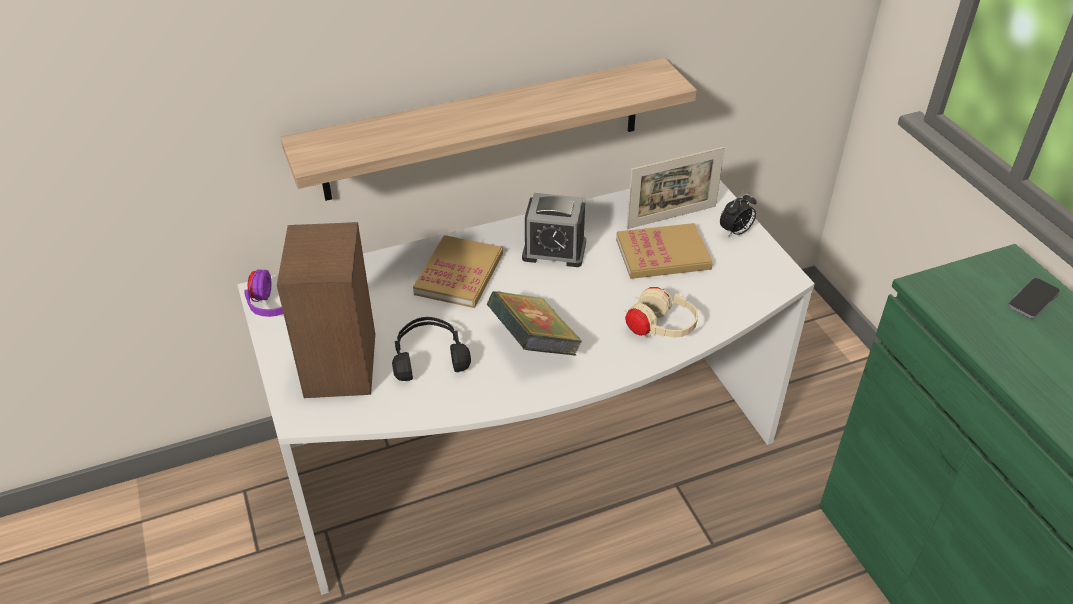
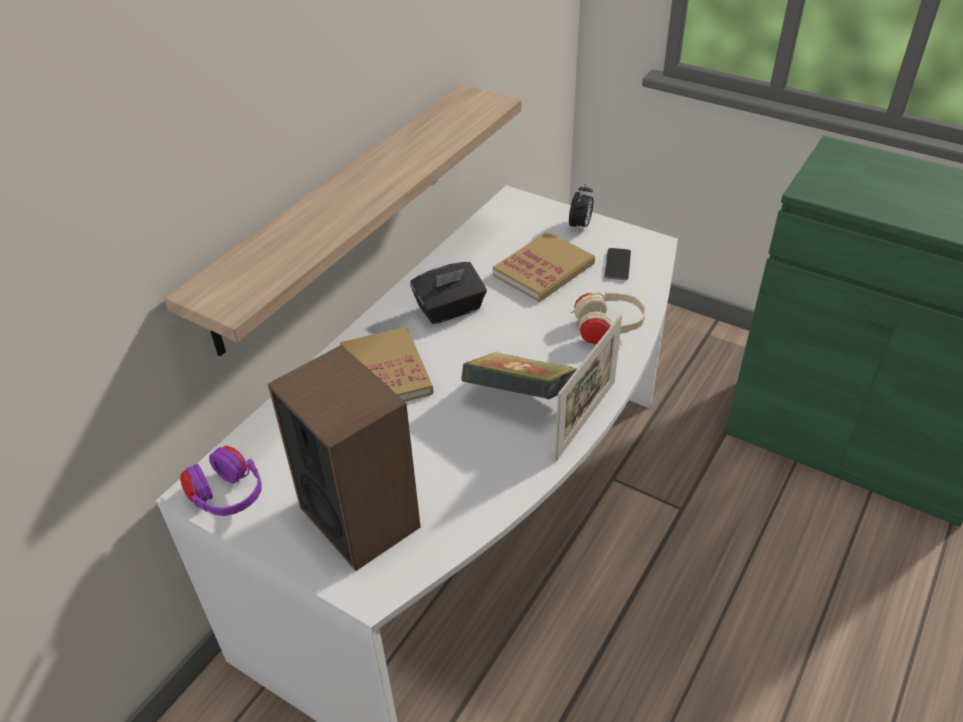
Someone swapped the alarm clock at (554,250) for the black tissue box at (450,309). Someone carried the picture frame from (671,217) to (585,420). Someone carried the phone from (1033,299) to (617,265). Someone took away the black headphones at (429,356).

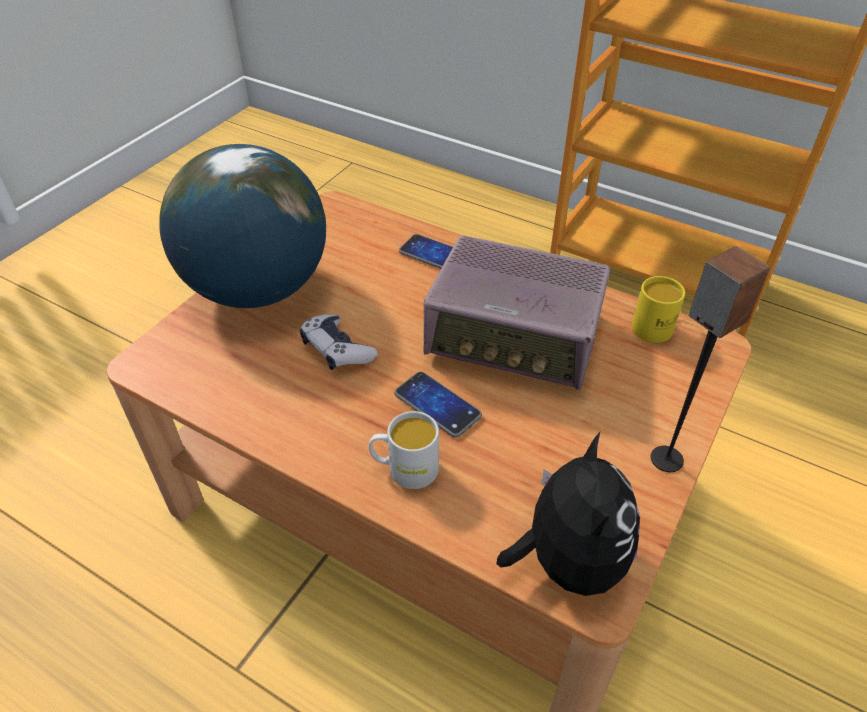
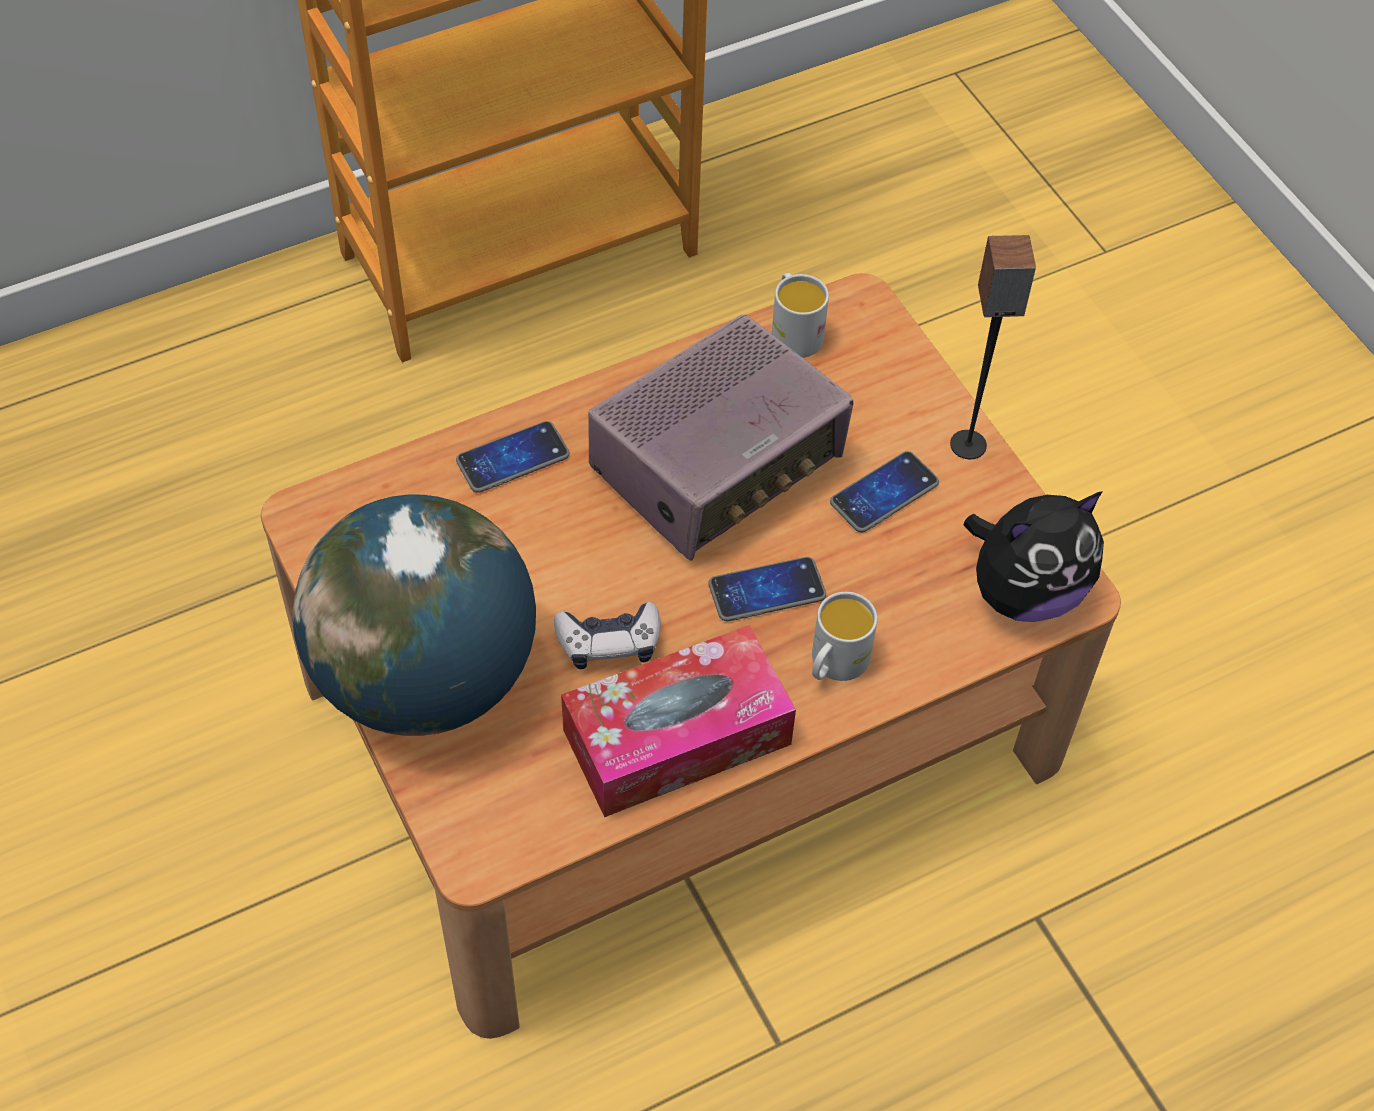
Someone put down the tissue box at (677,737). Someone repainted the yellow mug at (656,325), which became the white mug at (793,331). Someone put down the phone at (884,493). Someone rotated the plush toy at (567,560) by 120 degrees clockwise.

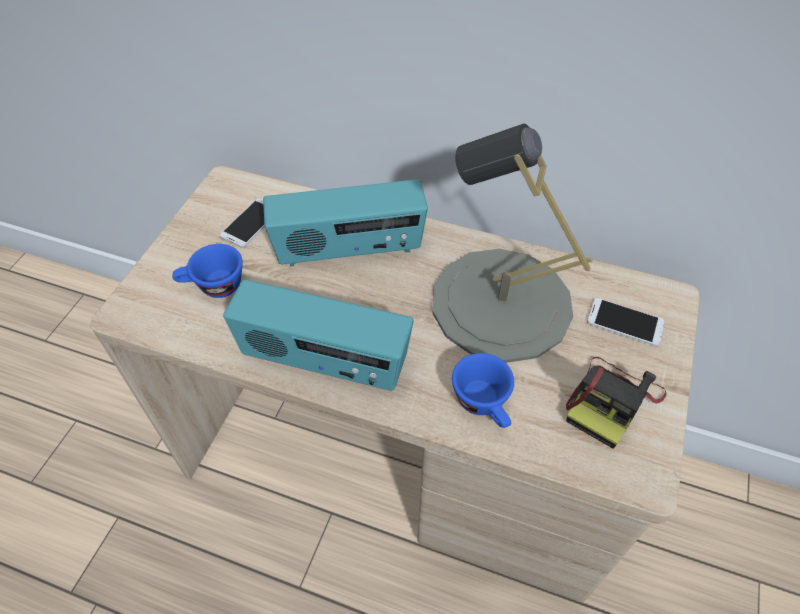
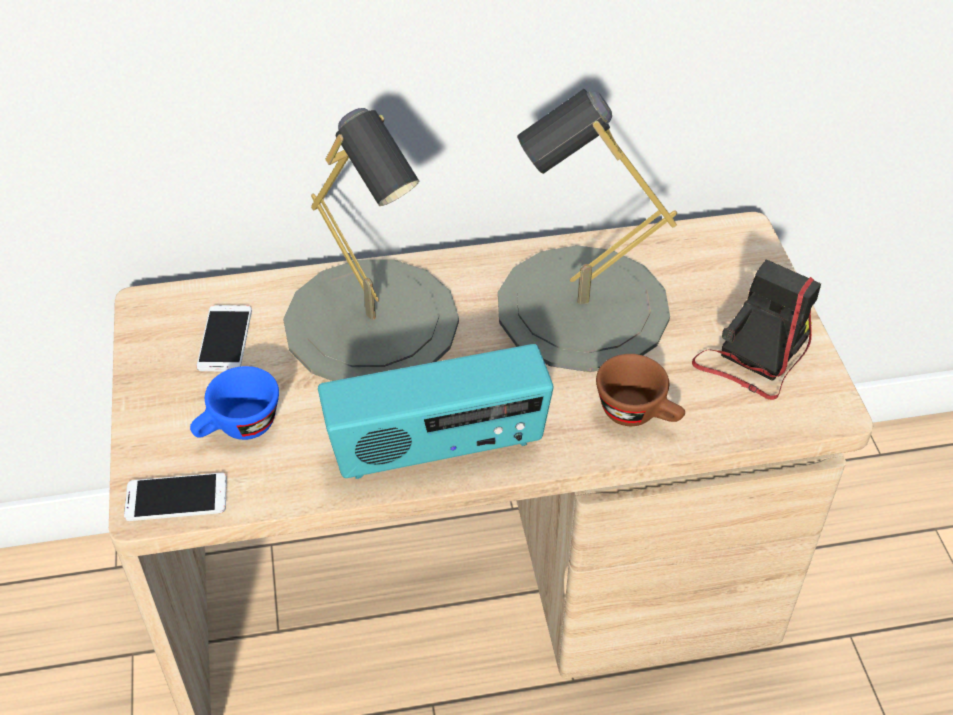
Someone carried the phone from (625,322) to (176,498). Someone swapped the radio at (349,250) for the grey table lamp at (372,321). Someone repainted the blue cup at (484,405), which became the brown cup at (638,414). Someone rotated the photo camera at (611,401) by 150 degrees counterclockwise.

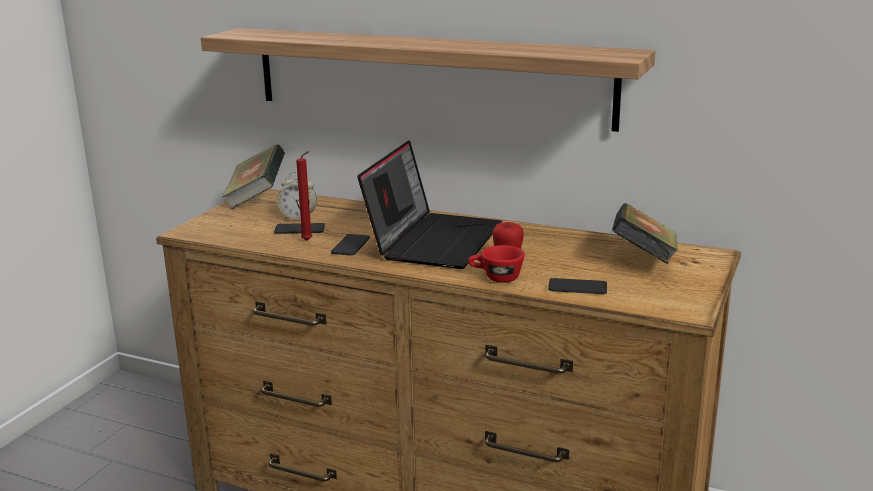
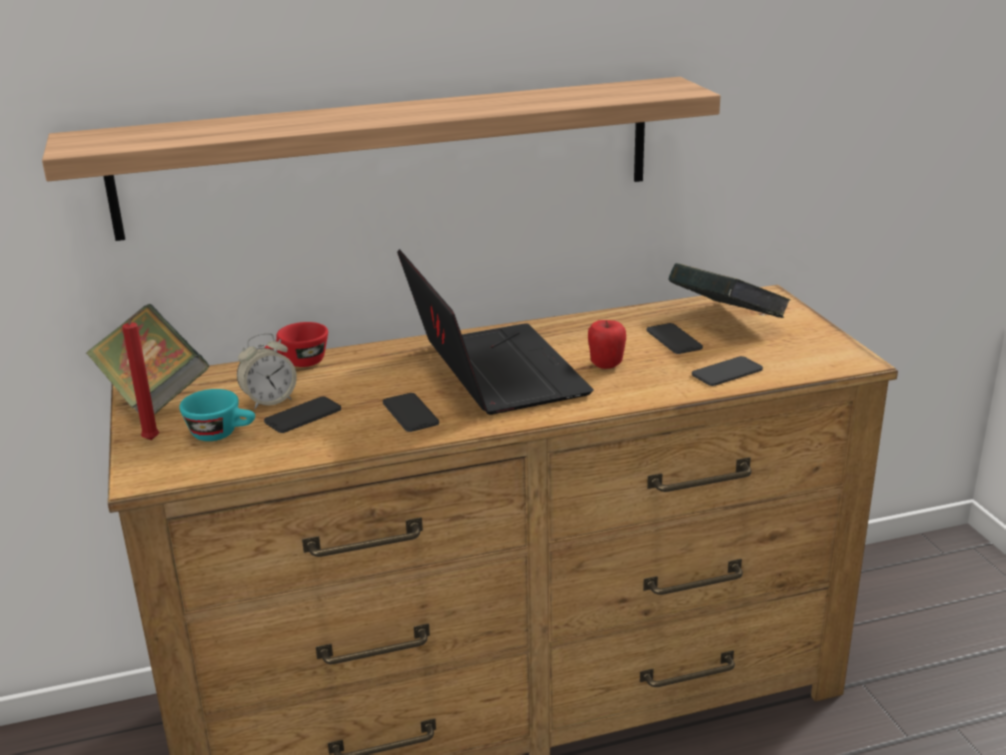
Someone carried the red candle from (308,241) to (154,440). Someone put down the turquoise cup at (222,434). Someone carried the red cup from (496,278) to (298,363). Someone put down the phone at (674,339).

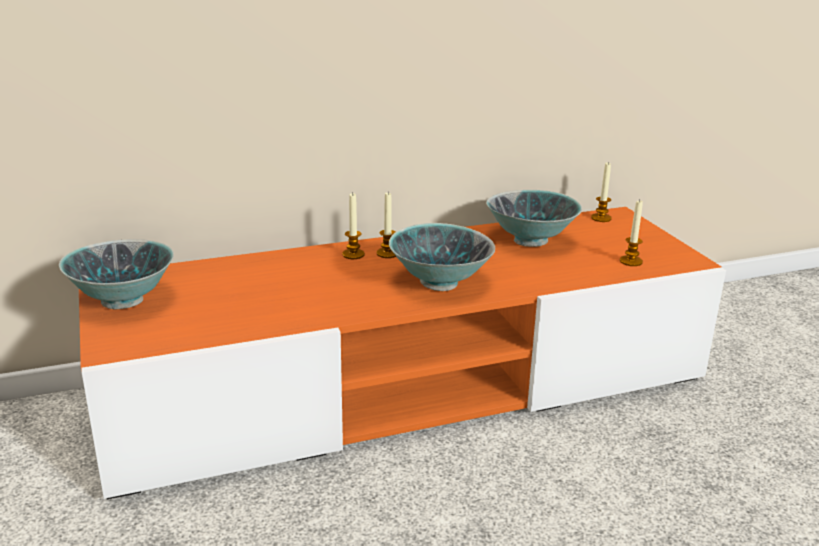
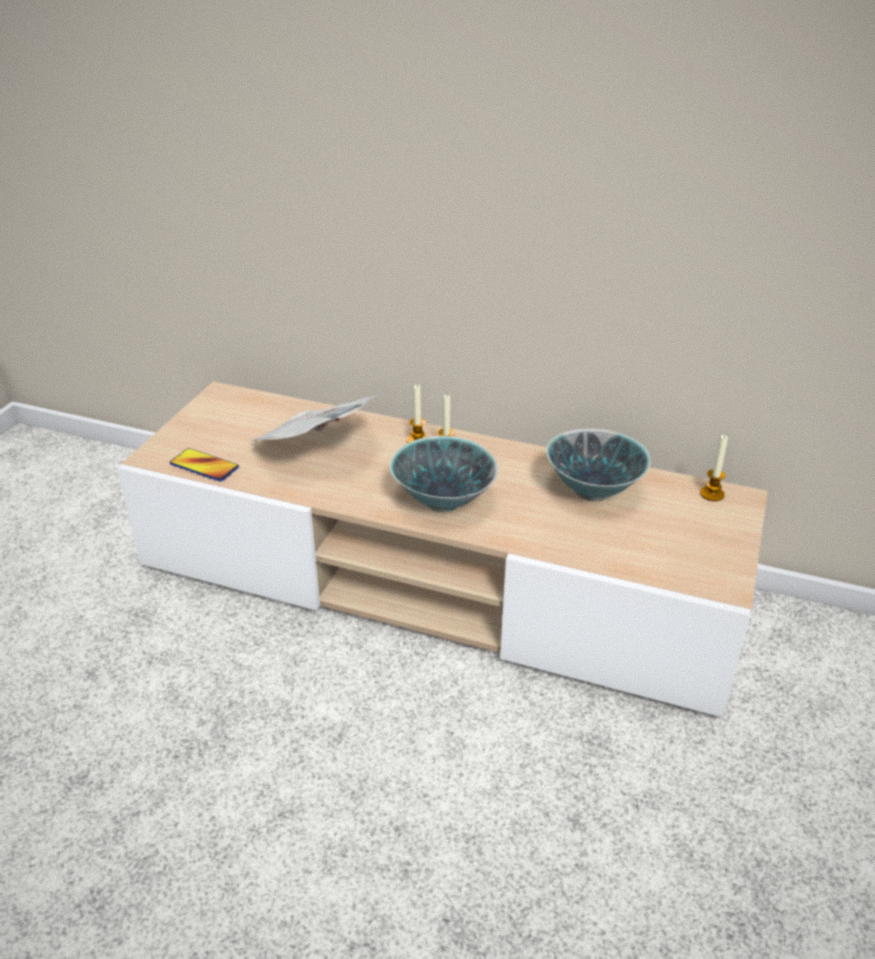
Someone repainted the orange tv stand at (407,388), which became the beige tv stand at (437,582). Someone put down the phone at (204,466). Someone put down the newspaper at (317,449). Someone took away the bowl at (123,302). Someone took away the candle at (630,261).

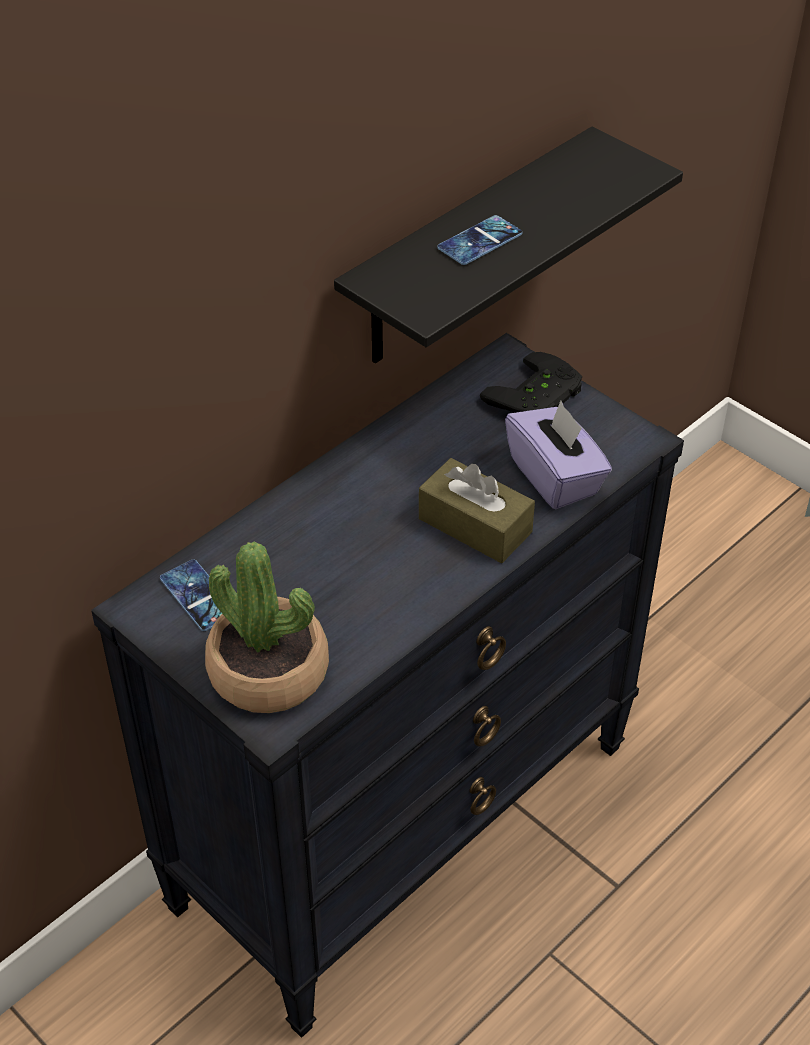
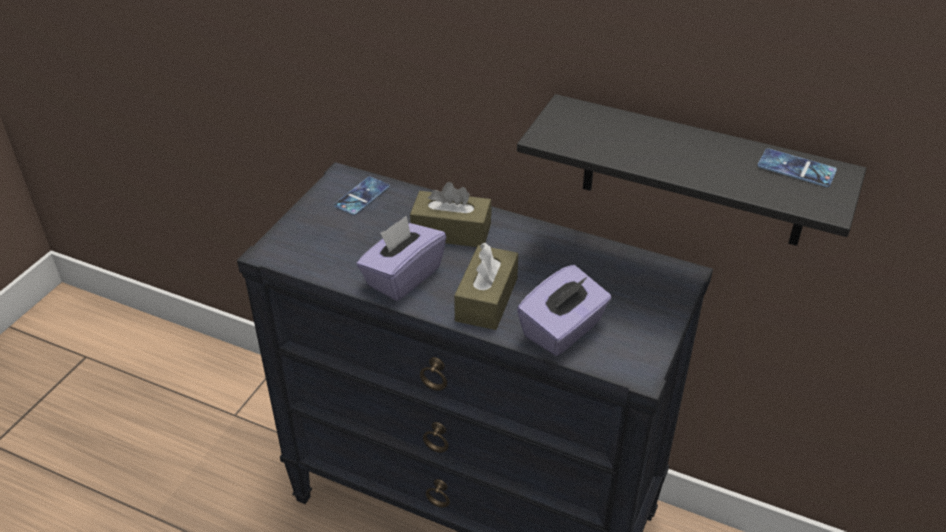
Someone put down the purple tissue box at (402,277). Someone put down the brown tissue box at (451,231). Someone carried the phone from (480,241) to (796,168). Someone took away the potted plant at (269,671). Someone took away the black game controller at (538,398).

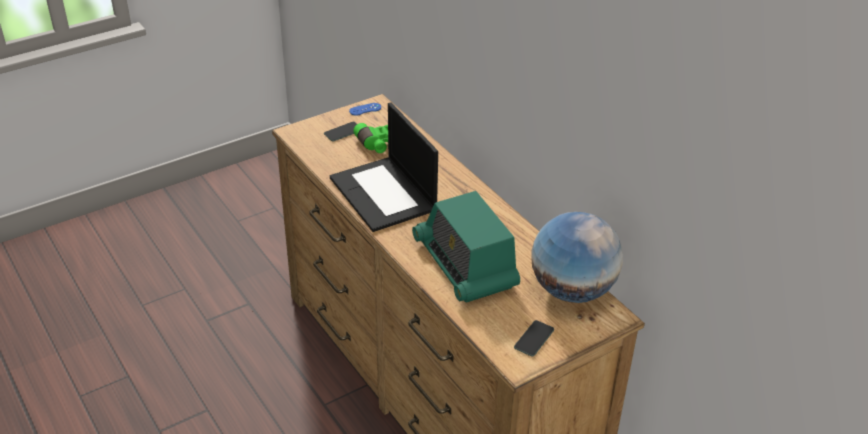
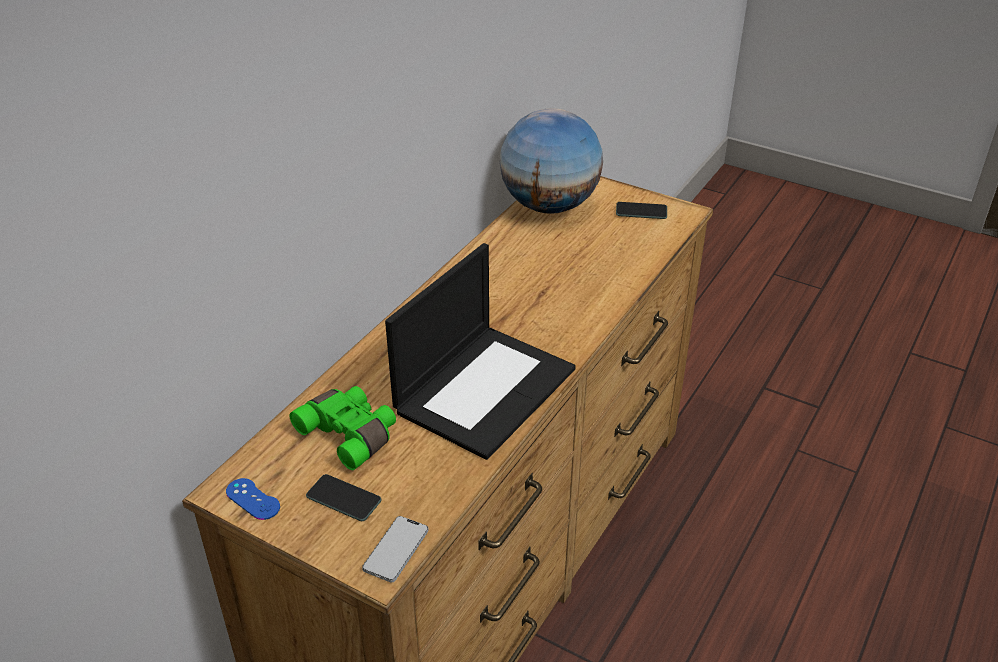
Someone put down the phone at (396,550). Someone took away the radio at (465,264).

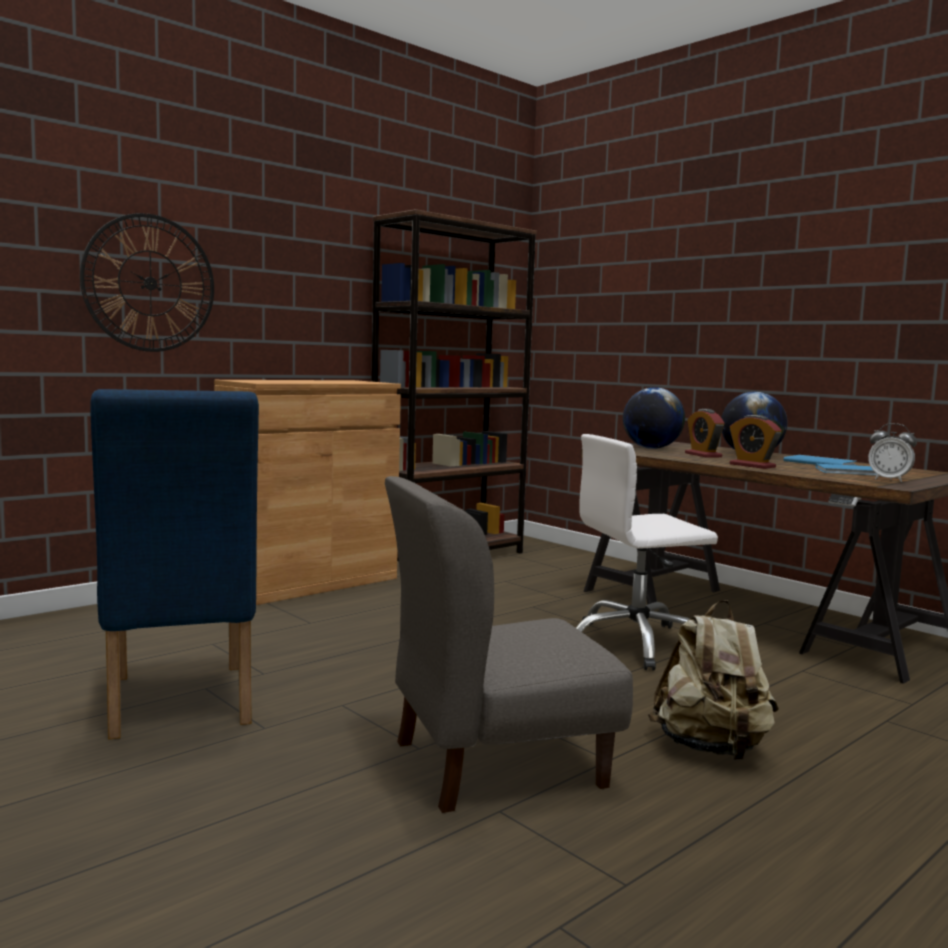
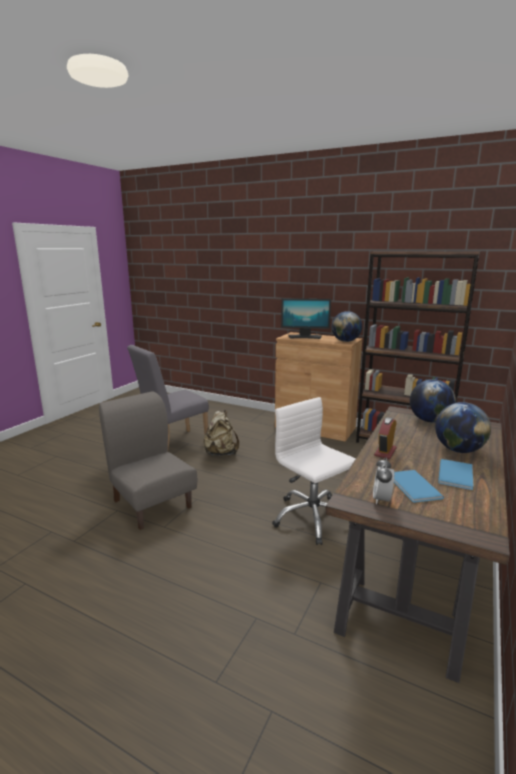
Someone repainted the blue chair at (178,706), which became the grey chair at (172,444). Someone carried the beige backpack from (711,749) to (220,453). Someone put down the monitor at (305,337). Someone put down the globe at (345,341). Someone took away the wall clock at (150,283). Someone took away the alarm clock at (703,455).

